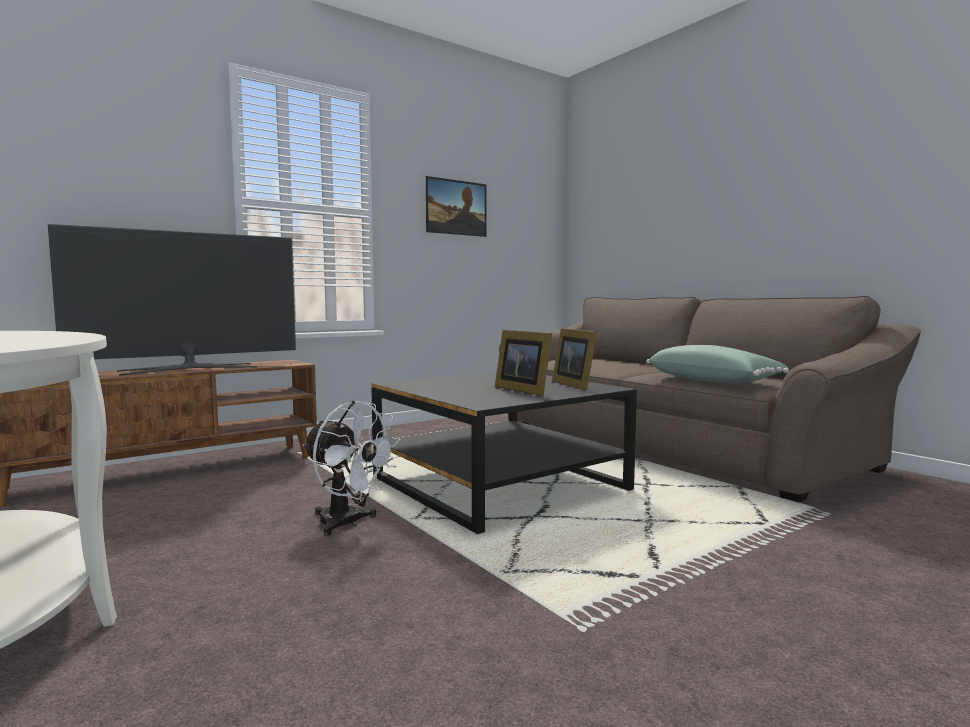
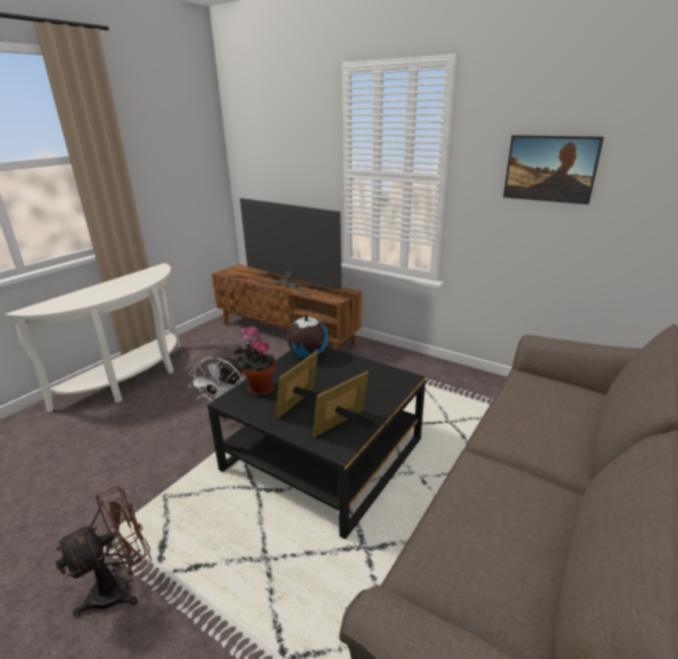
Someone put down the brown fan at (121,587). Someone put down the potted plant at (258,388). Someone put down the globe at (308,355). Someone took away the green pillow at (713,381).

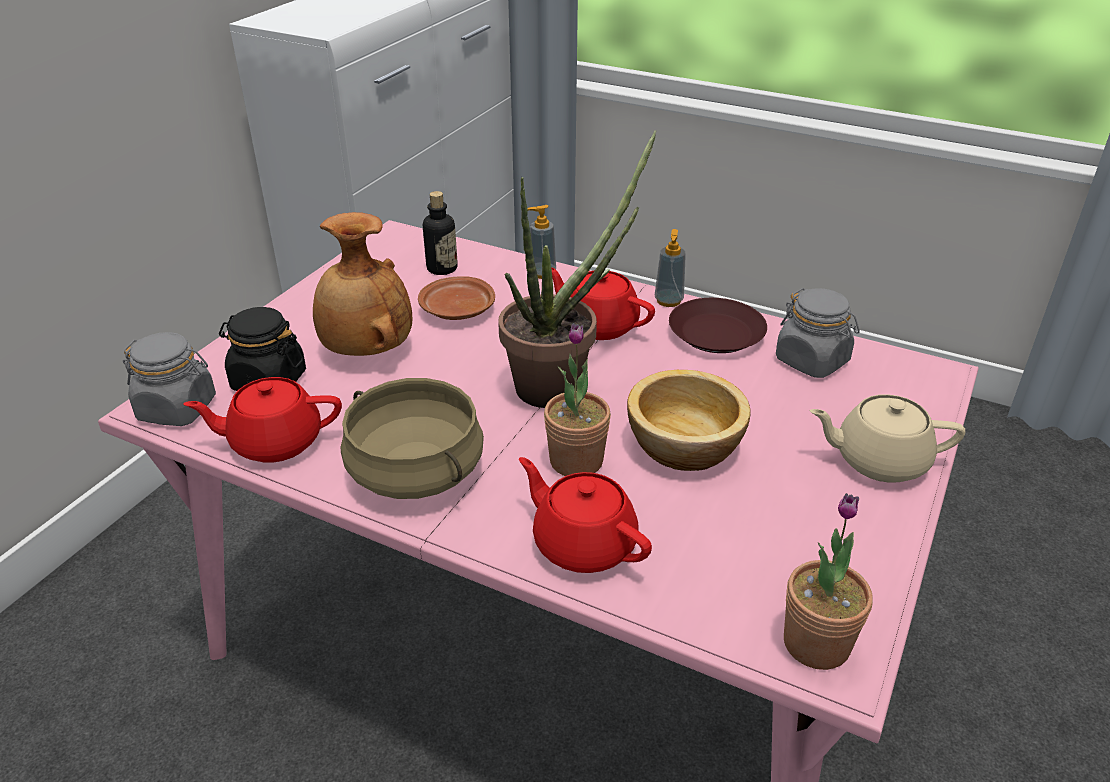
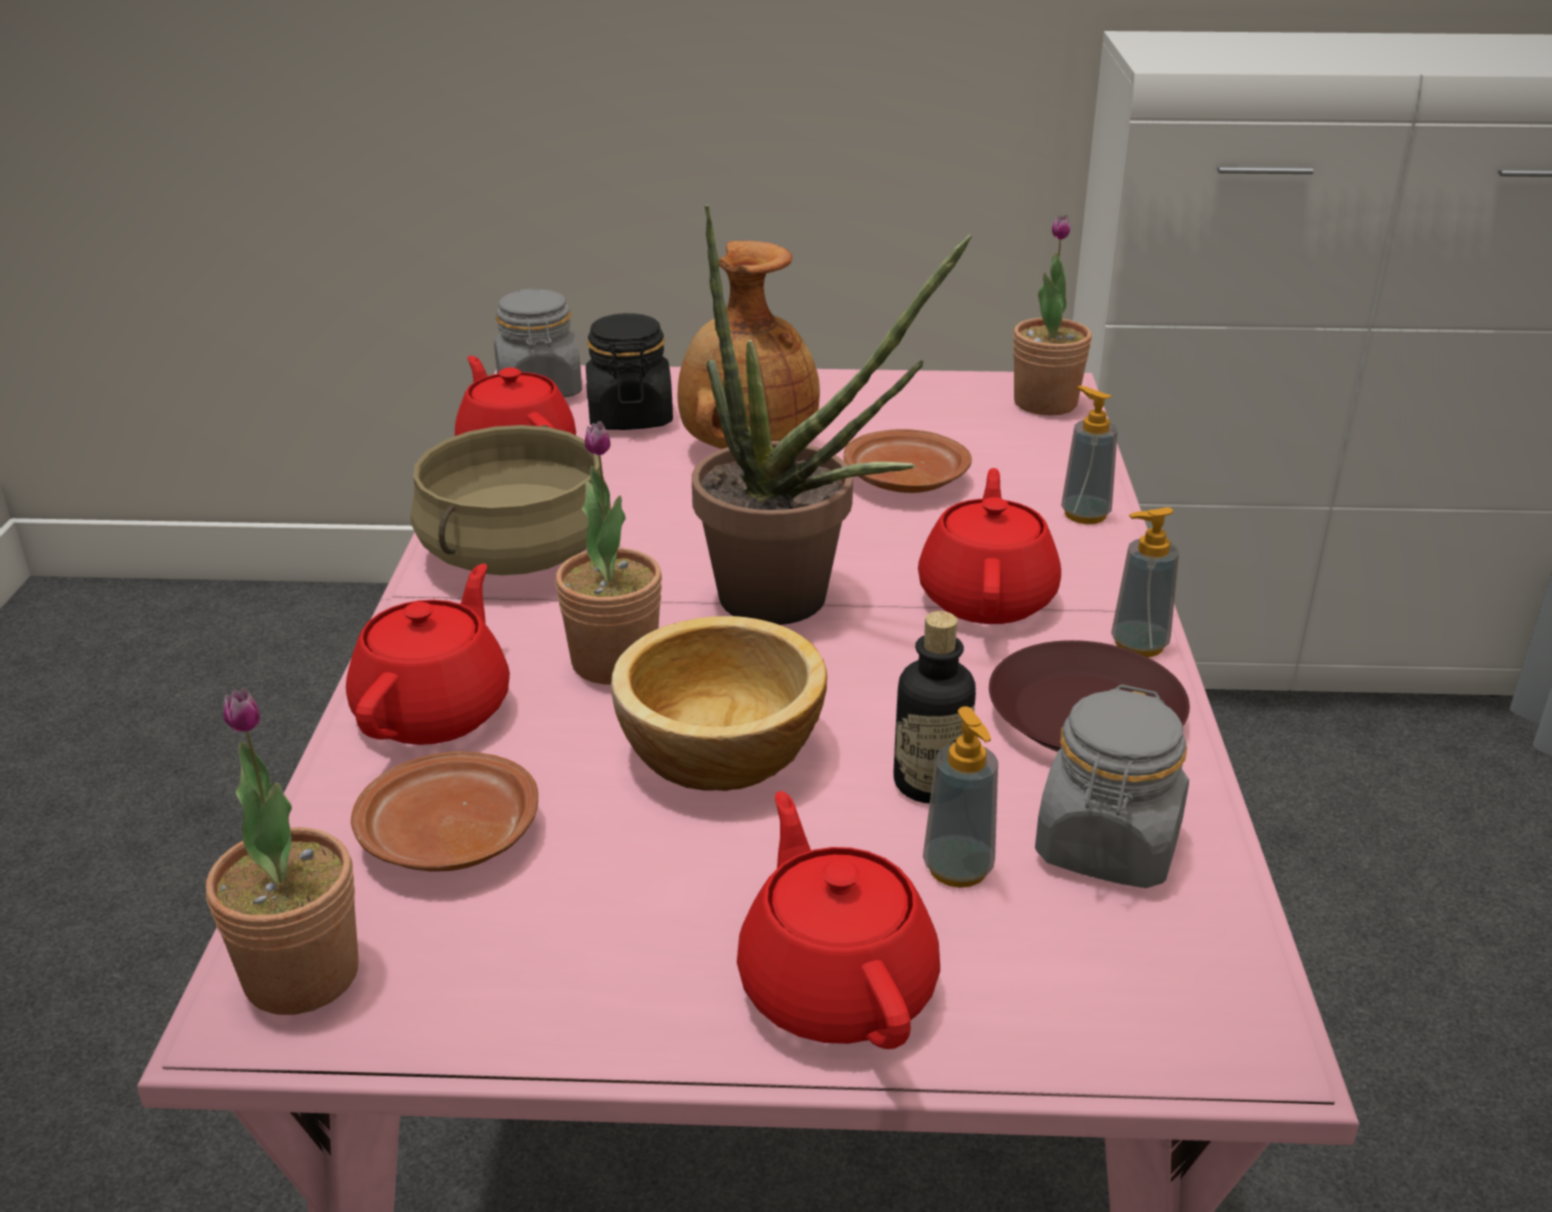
Someone put down the brown plate at (448,838). Someone repainted the beige teapot at (878,460), which became the red teapot at (836,985). Someone carried the bottle from (442,268) to (930,783). Someone put down the soap dispenser at (958,868). Someone put down the potted plant at (1045,403).

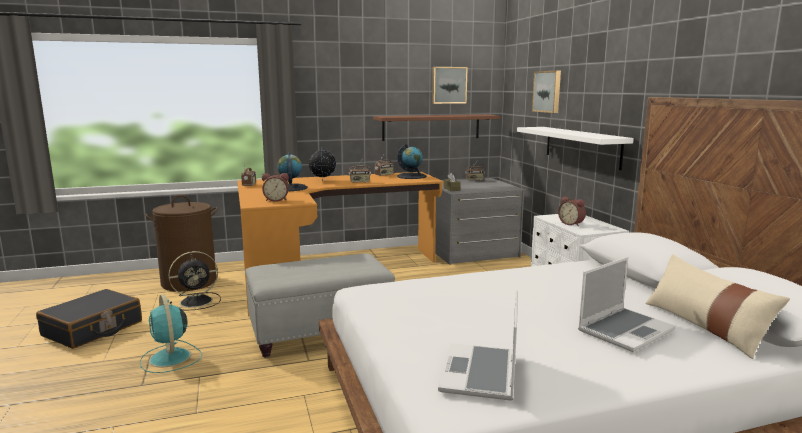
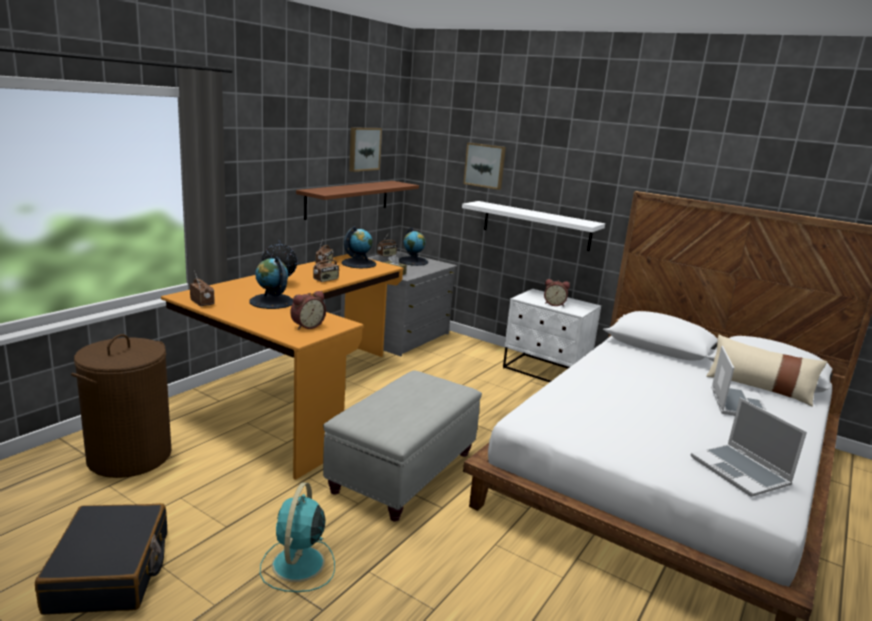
Someone rotated the turquoise fan at (170,358) by 75 degrees clockwise. Someone put down the globe at (413,261). Someone took away the black fan at (198,301).

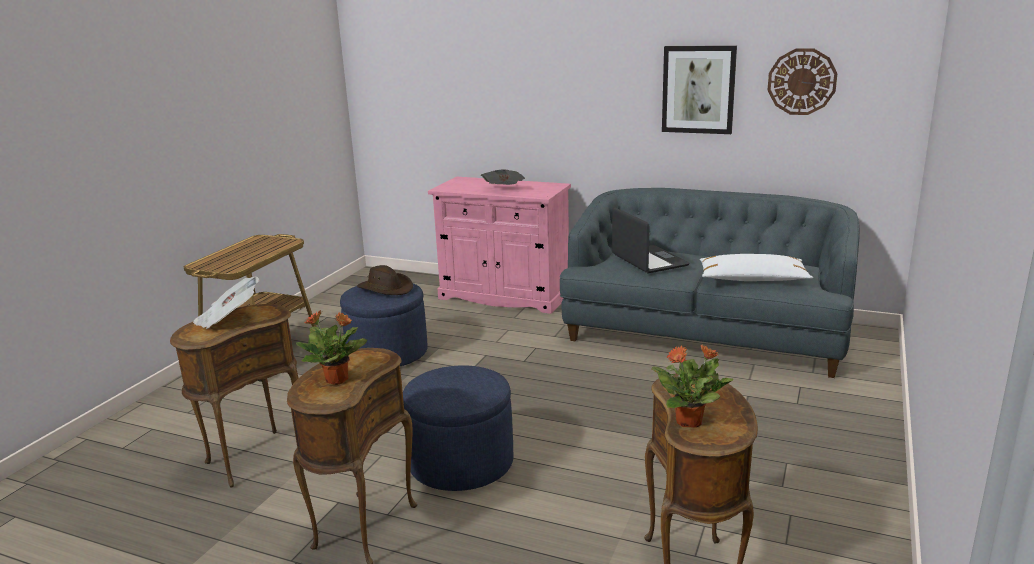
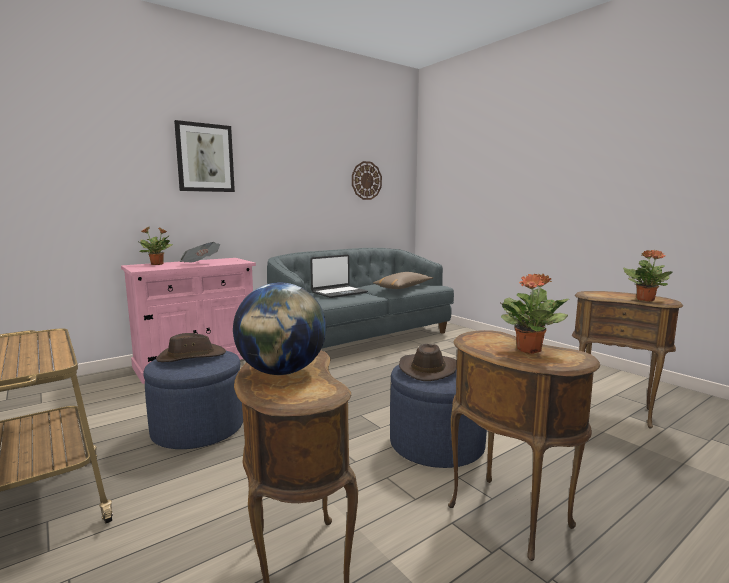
Someone put down the potted plant at (157,264). Someone carried the picture from (698,89) to (205,158). Someone swapped the newspaper at (228,319) for the globe at (282,372). Someone rotated the laptop at (648,261) by 135 degrees clockwise. Someone repainted the white pillow at (752,279), which became the brown pillow at (403,287). Someone put down the brown hat at (428,369).

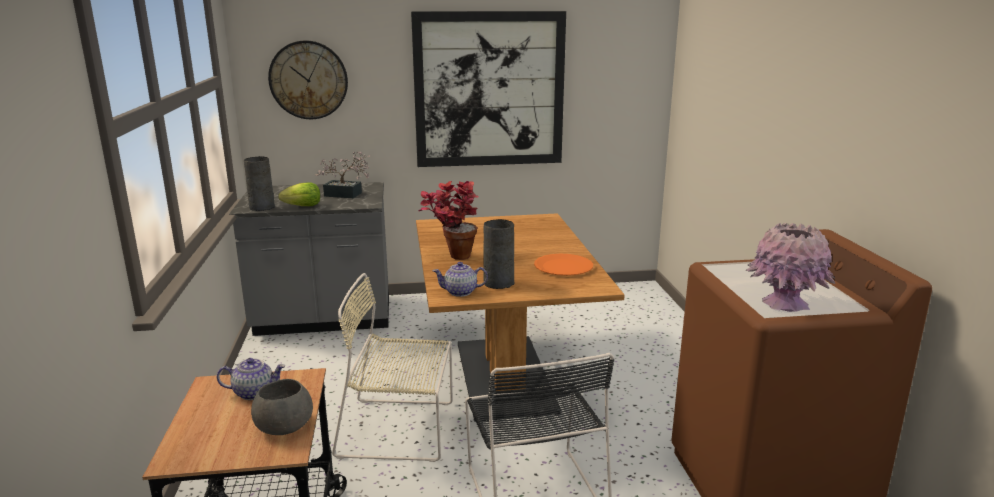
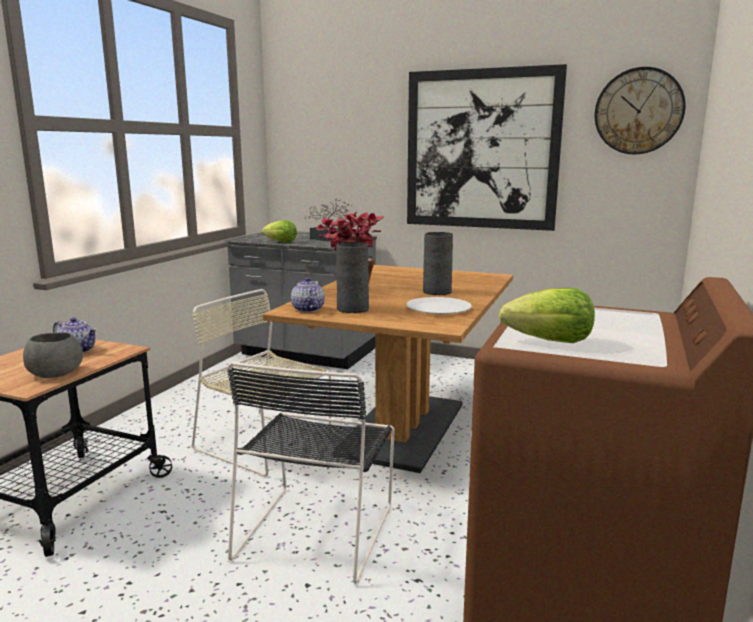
Someone rotated the teapot at (461,292) by 45 degrees clockwise. Someone repainted the orange plate at (563,266), which became the white plate at (438,308). Someone carried the grey vase from (261,207) to (436,292). Someone swapped the pink vase at (785,304) for the lettuce at (550,342). Someone carried the wall clock from (308,80) to (638,111).

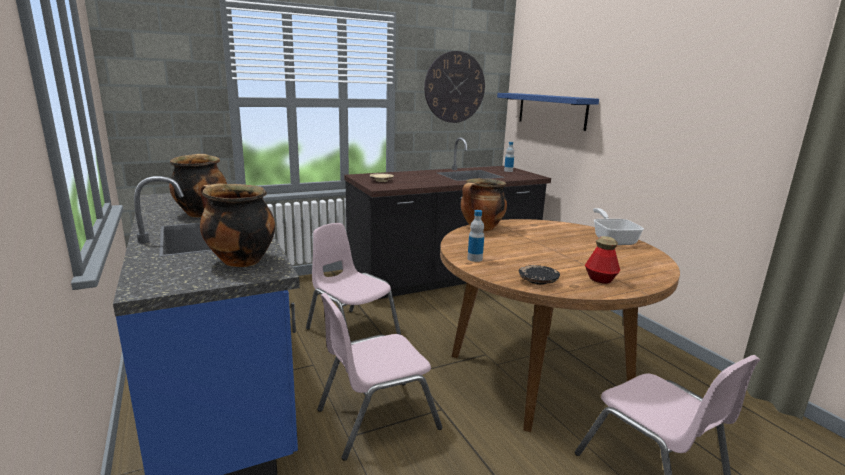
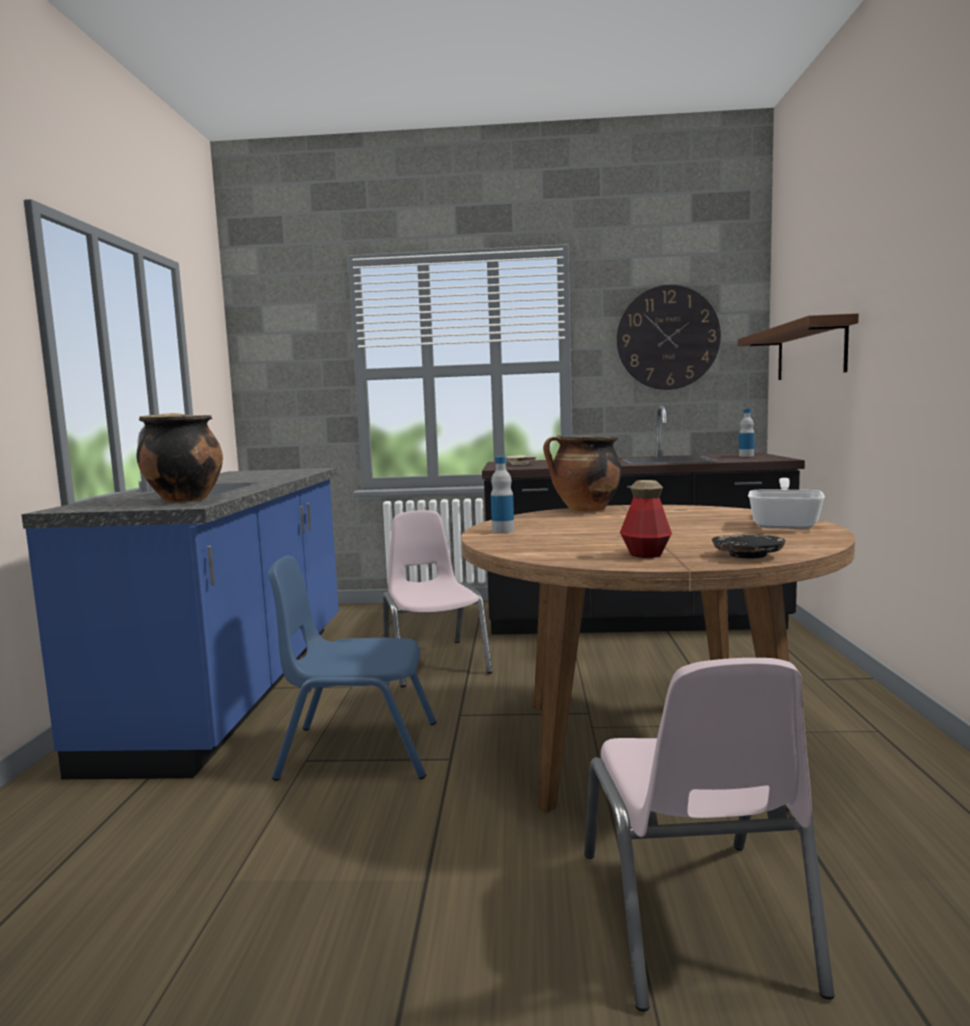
Someone repainted the pink chair at (377,418), which became the blue chair at (359,750). Someone carried the black plate from (538,281) to (747,555). Someone repainted the blue shelf at (551,110), which became the brown shelf at (810,351). Someone took away the cooking pot at (201,213).

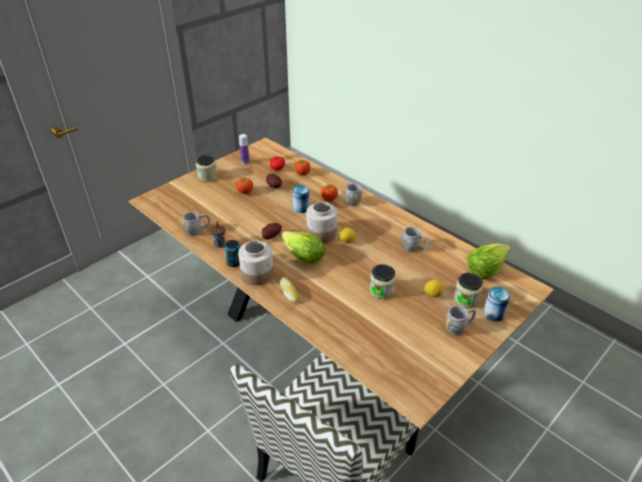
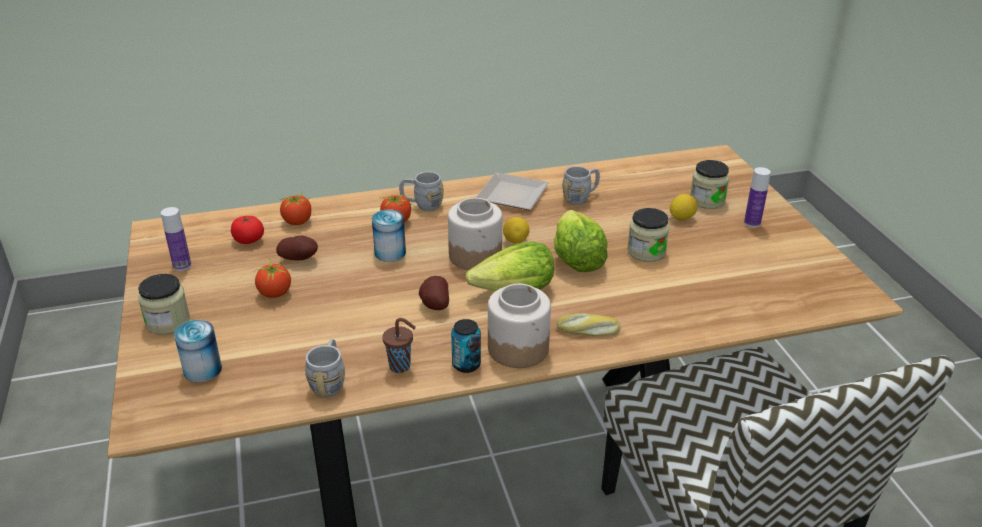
Someone carried the can from (493,313) to (202,370). Someone put down the plate at (515,194). Someone carried the lettuce from (485,268) to (576,258). Someone swapped the grey mug at (459,327) for the bottle at (752,223).

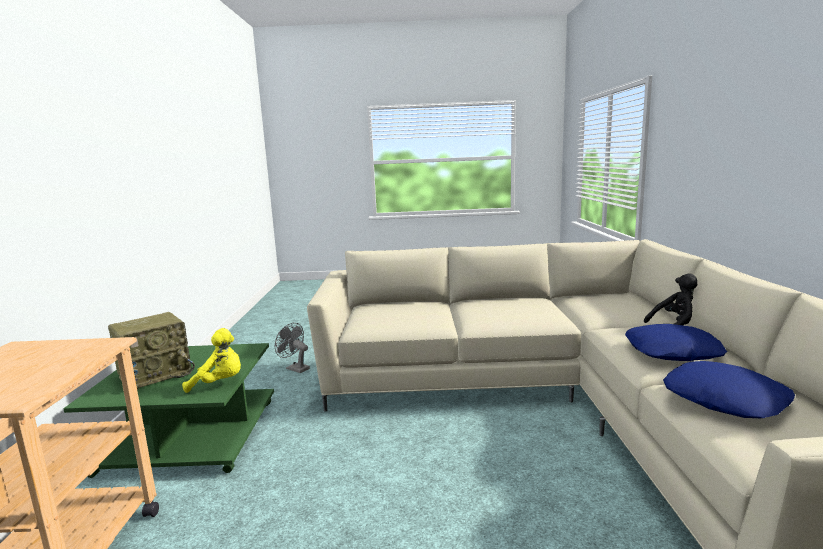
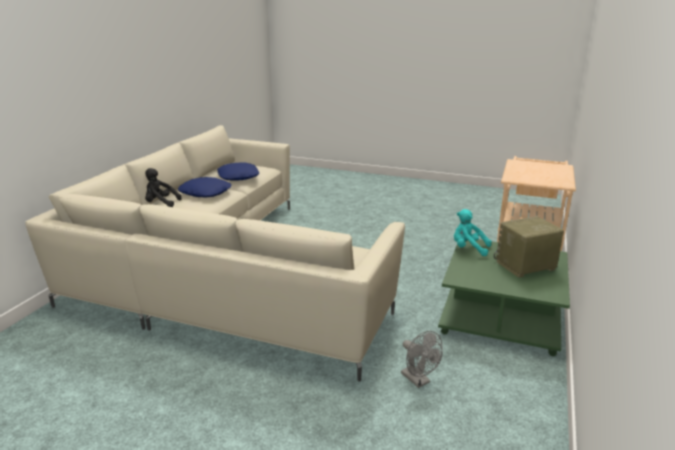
Someone repainted the yellow plush toy at (219,383), which became the turquoise plush toy at (468,249).

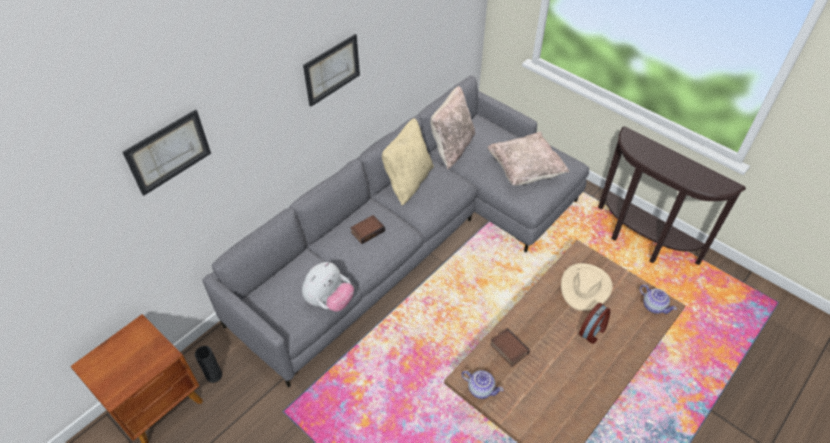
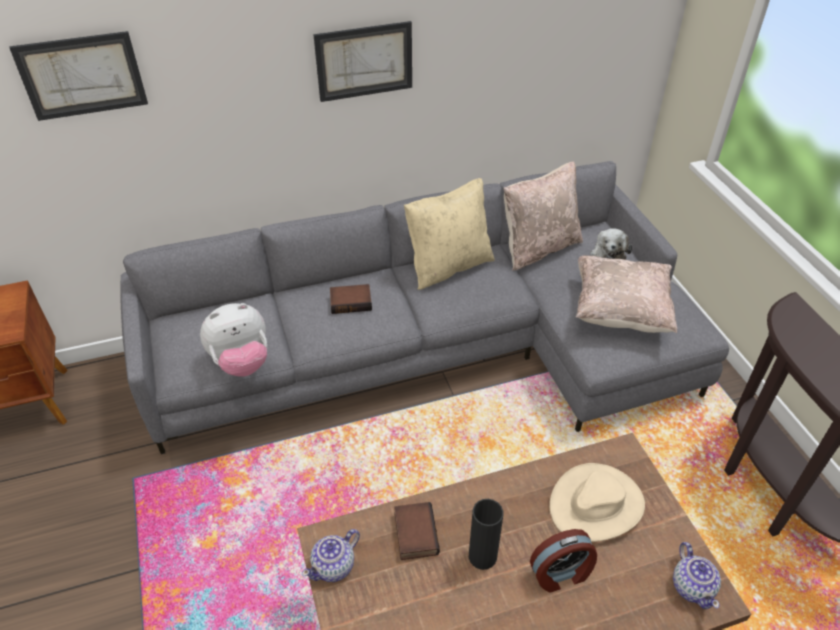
Someone rotated the teapot at (480,388) by 75 degrees clockwise. Someone carried the black vase from (214,375) to (482,556). Someone put down the plush toy at (608,254).

